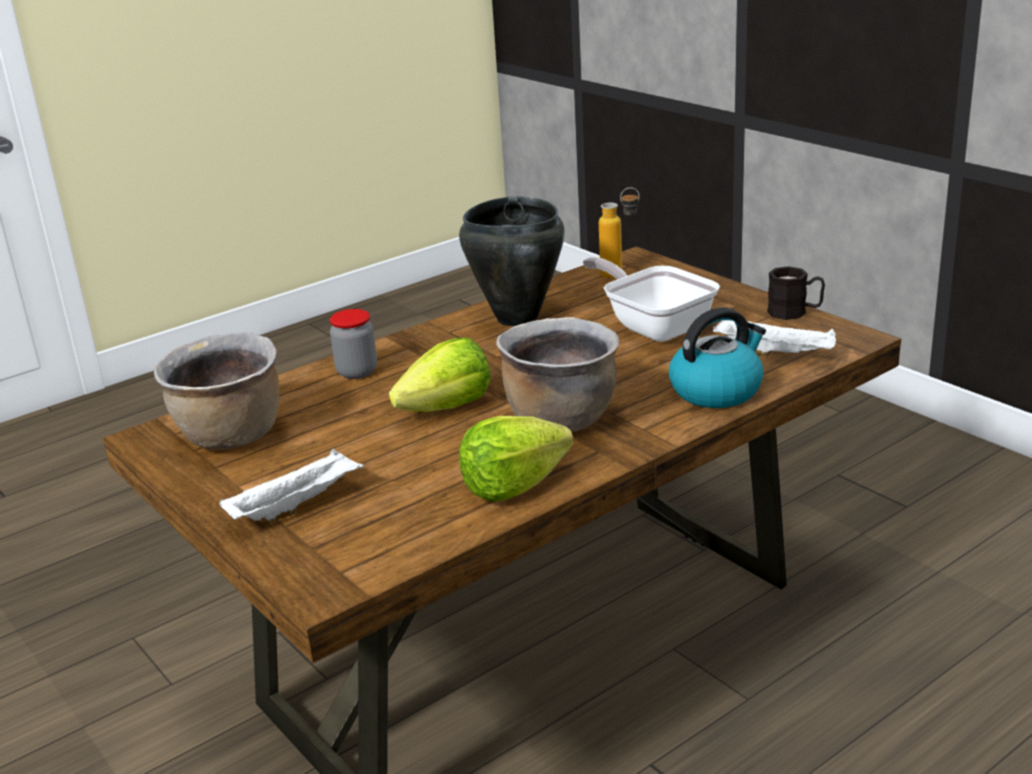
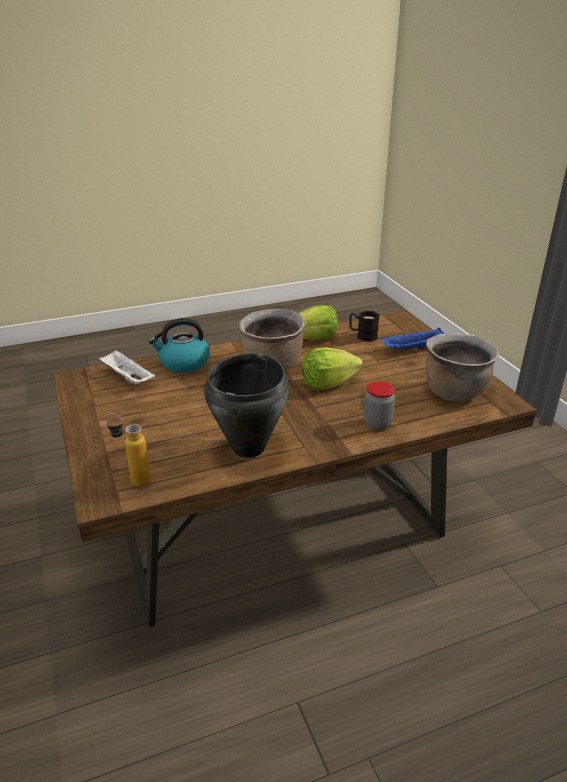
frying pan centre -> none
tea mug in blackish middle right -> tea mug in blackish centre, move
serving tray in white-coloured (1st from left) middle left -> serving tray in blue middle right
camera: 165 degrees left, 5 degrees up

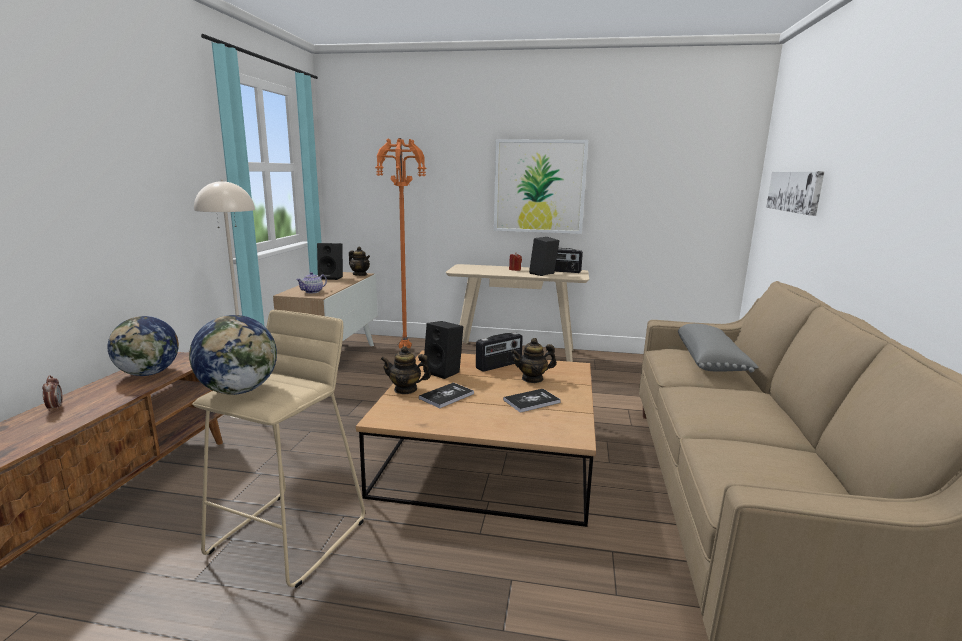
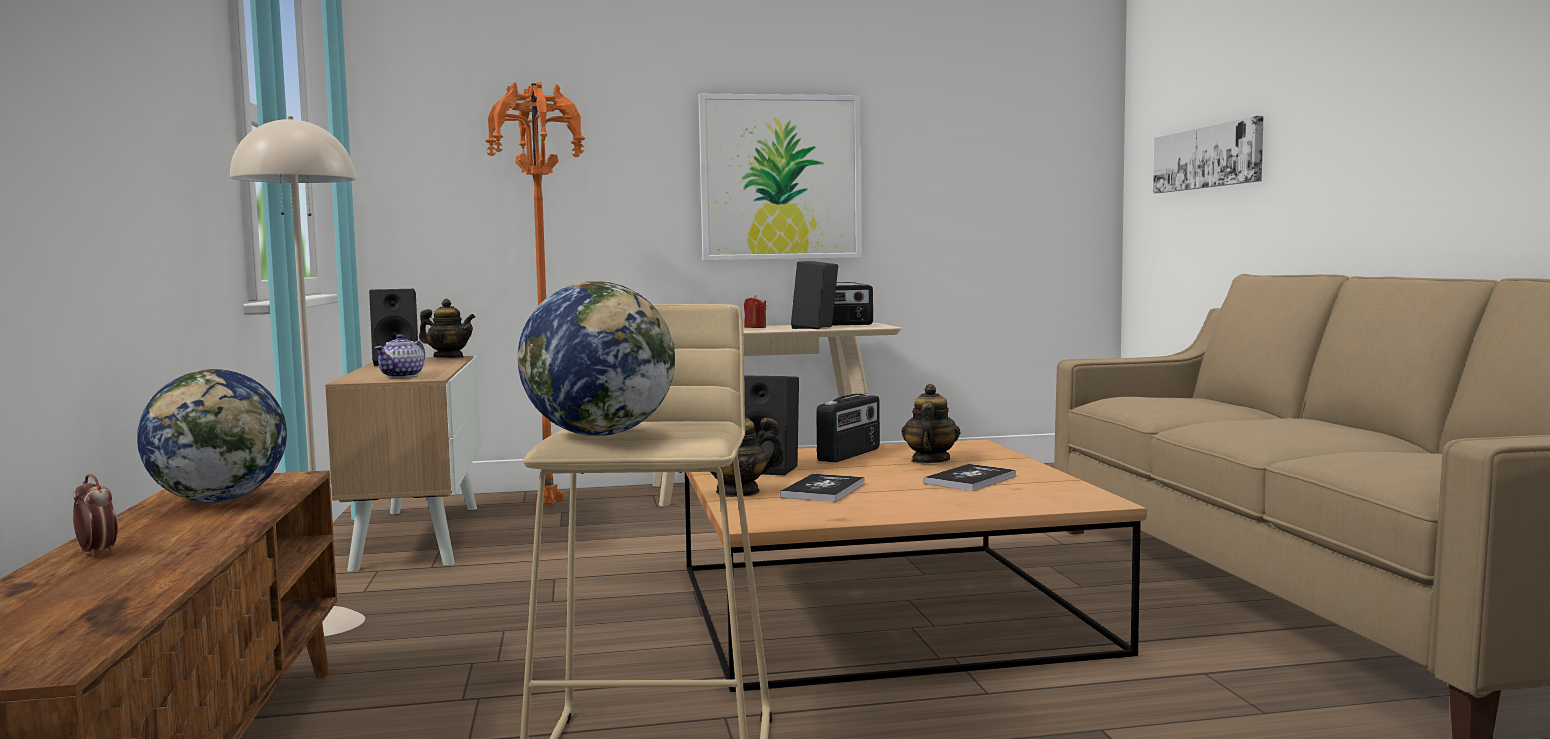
cushion in gray middle right -> none
tea pot (4th from left) centre, 135 degrees clockwise
camera: 20 degrees left, 10 degrees down

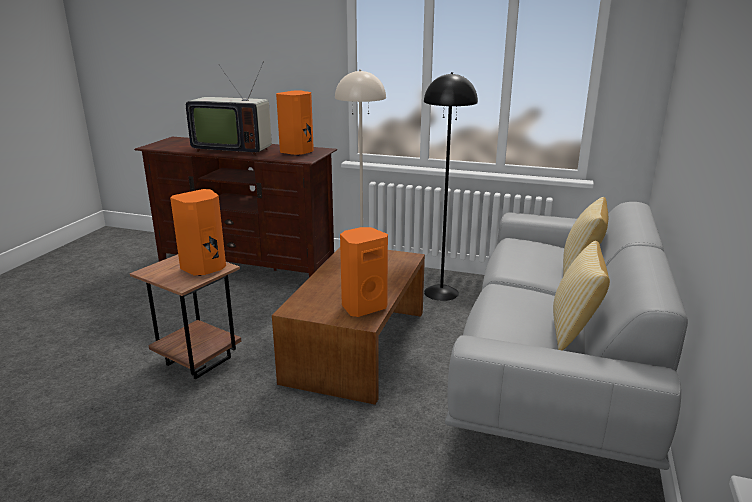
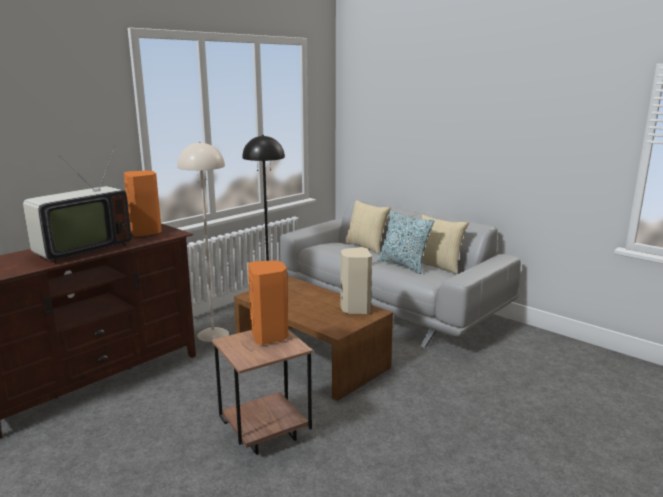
speaker in orangey (3rd from left) centre -> speaker in beige-coloured centre
none -> cushion (2nd from left) centre
camera: 65 degrees left, 5 degrees down

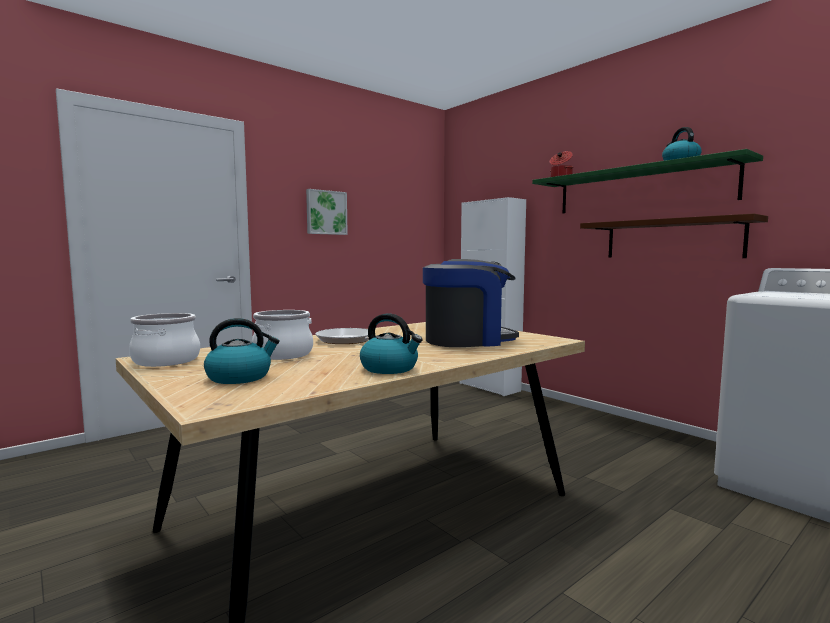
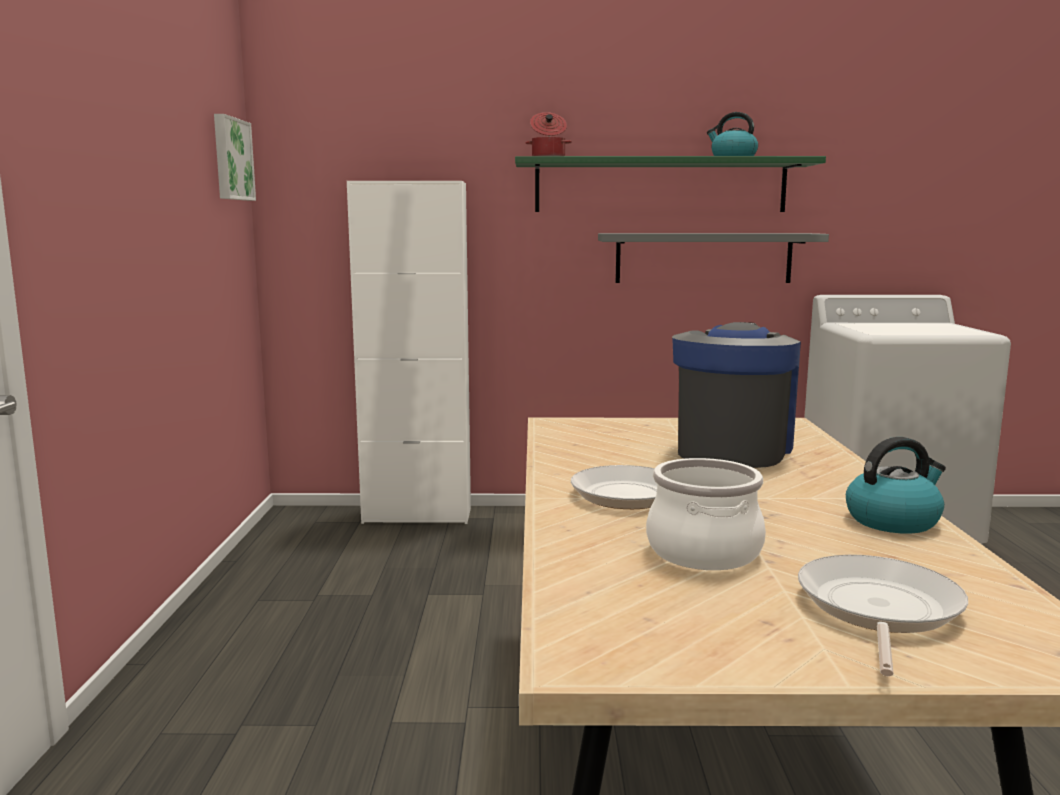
picture centre -> picture top left, move
shelf in brownish middle right -> shelf in gray top right
saucepot (1st from left) middle left -> none
water kettle (1st from left) middle left -> frying pan (2nd from left) bottom right
camera: 50 degrees left, 5 degrees up

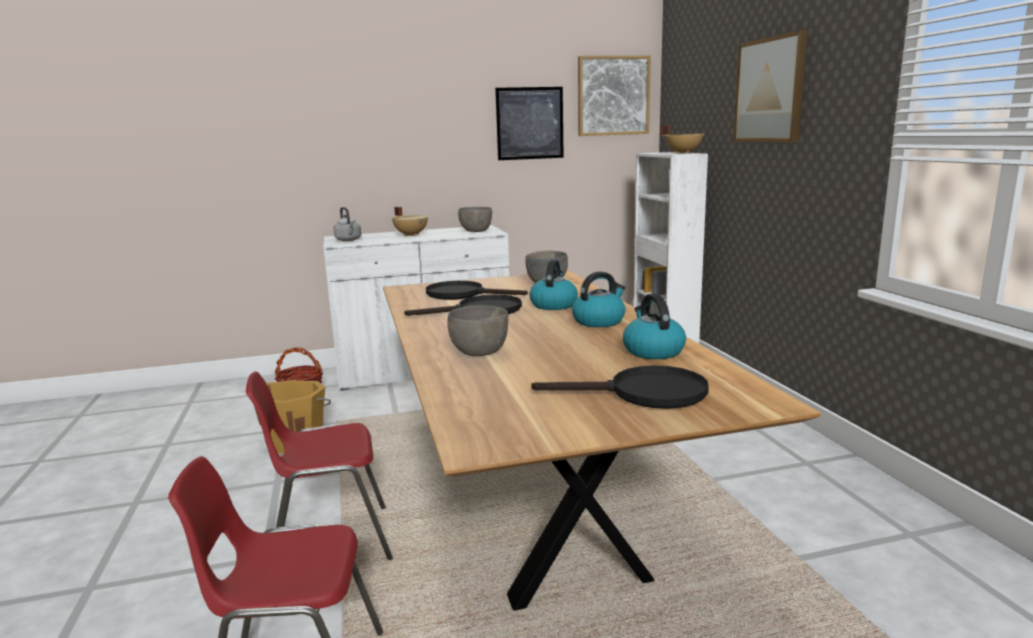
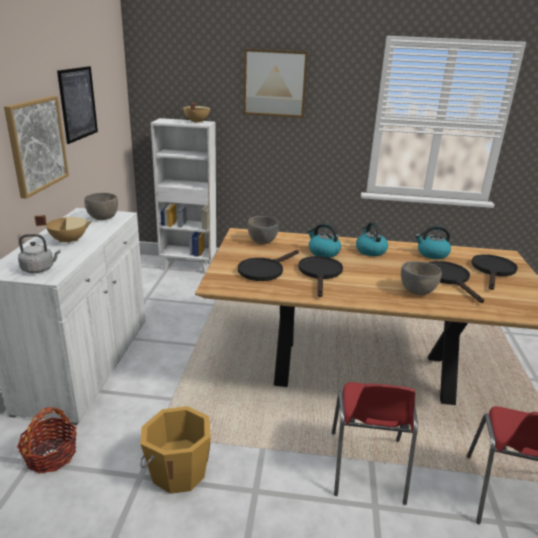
picture (2nd from left in the first image) top centre -> picture (1st from left) top left, move
none -> frying pan in blackish (3rd from left) middle right
camera: 70 degrees left, 10 degrees up

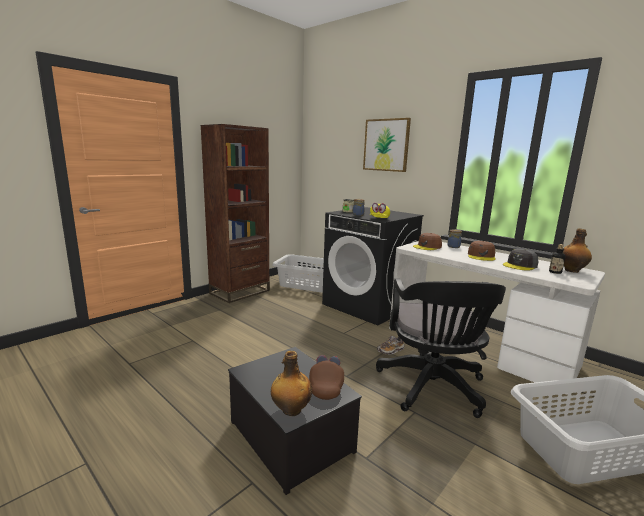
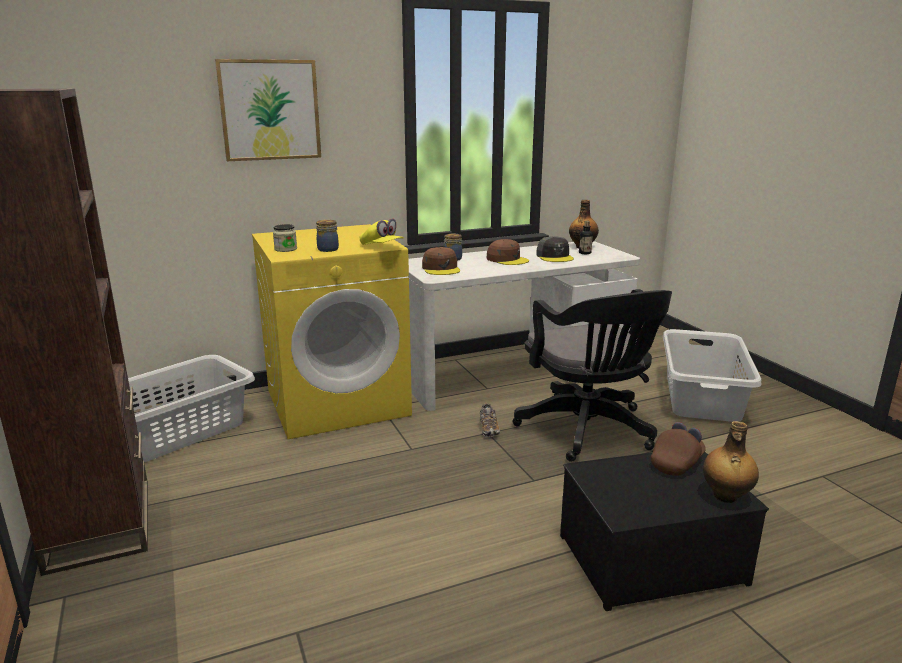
laundry machine in blackish centre -> laundry machine in yellow-coloured centre
computer chair in blackish bottom right -> computer chair in blackish centre, 45 degrees clockwise
baseball cap in brownish (1st from left in the first image) bottom centre -> baseball cap in brownish (3rd from left) bottom right, 105 degrees clockwise
camera: 65 degrees left, 5 degrees up

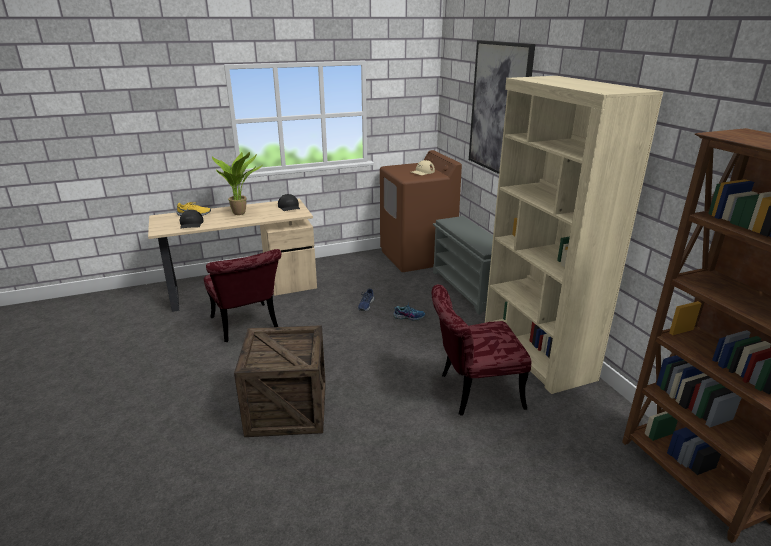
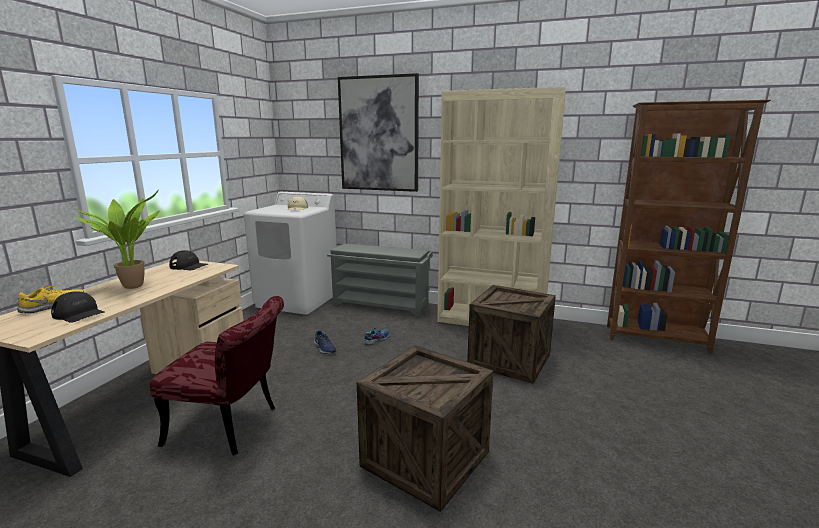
laundry machine in brownish centre -> laundry machine in white-coloured centre
chair in red (2nd from left) centre -> shipping crate (2nd from left) centre
camera: 50 degrees left, 10 degrees down

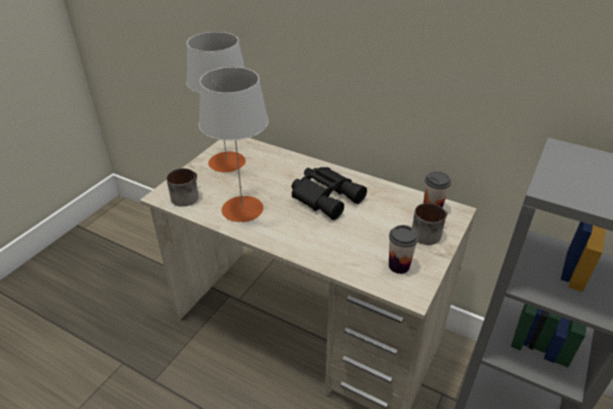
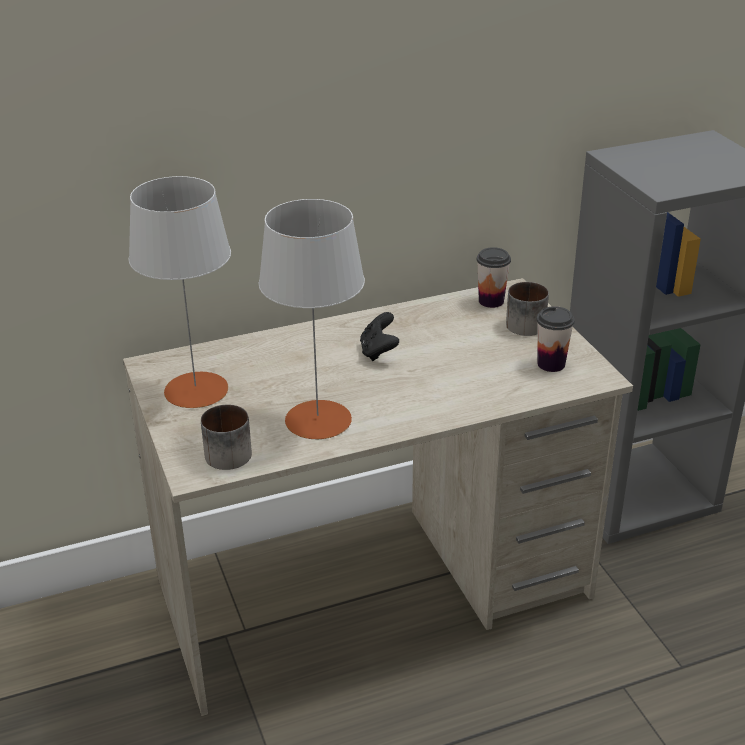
binoculars in blackish centre -> game controller in blackish centre
camera: 50 degrees left, 5 degrees down

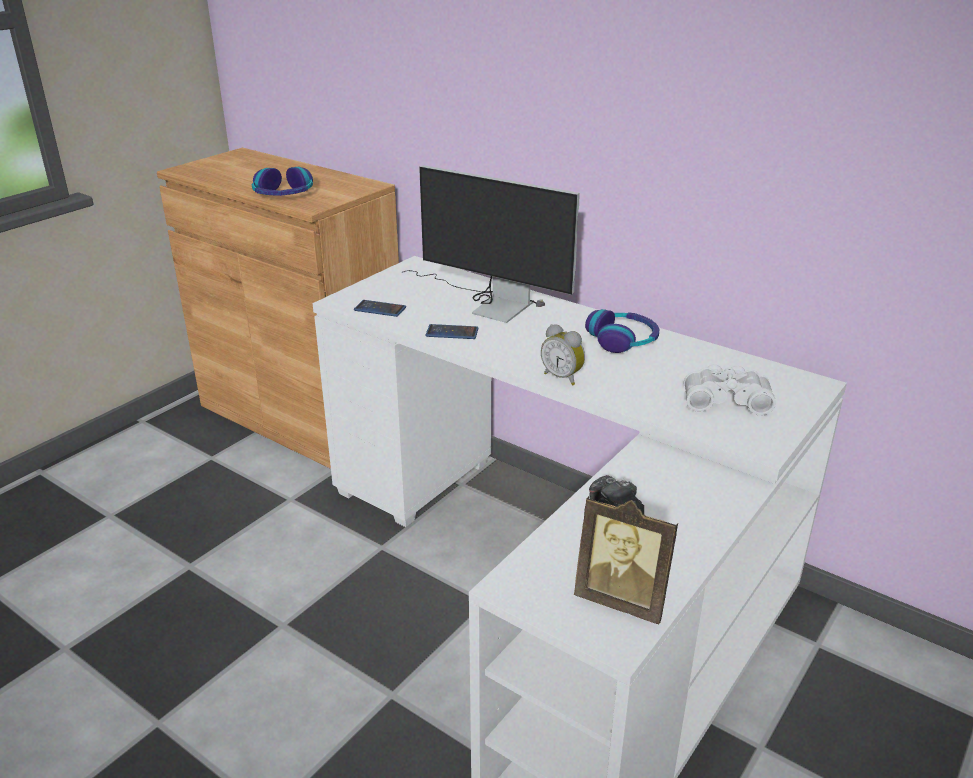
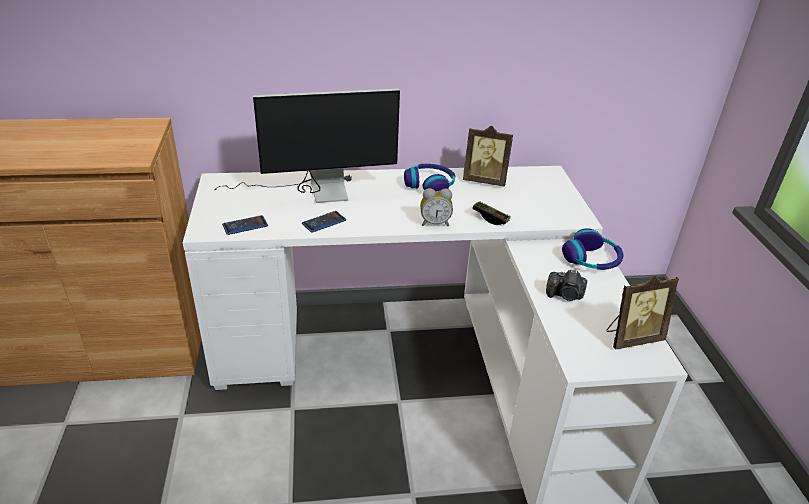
headphones (1st from left in the first image) top left -> headphones (2nd from left) middle right, move
binoculars in white-coloured middle right -> none
none -> picture frame (1st from left) top centre
none -> game controller centre
camera: 45 degrees left, 5 degrees up

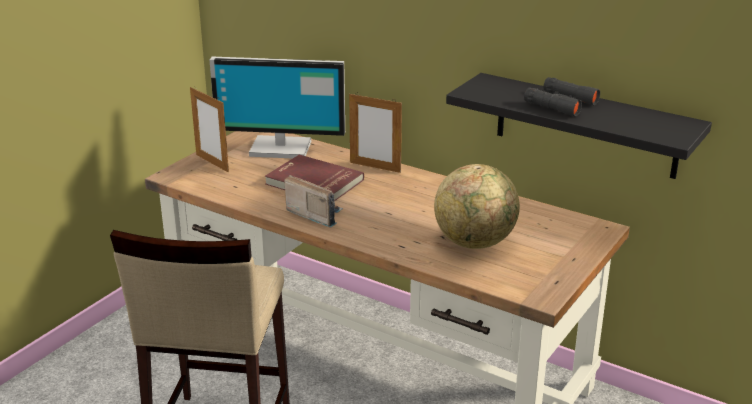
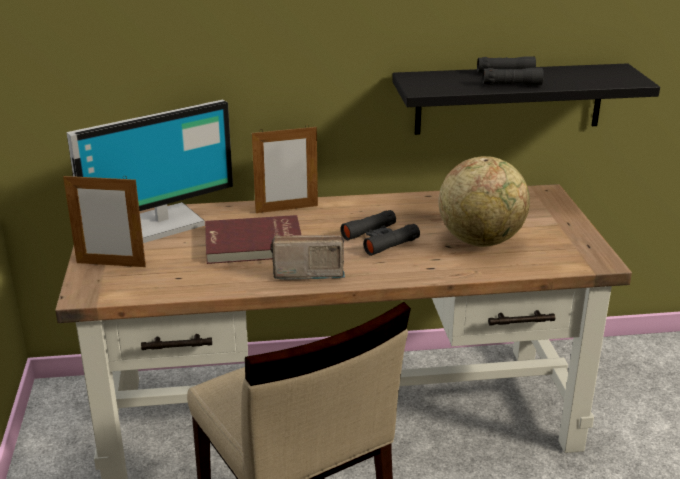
none -> binoculars in blackish (1st from left) centre
camera: 40 degrees left, 0 degrees up

